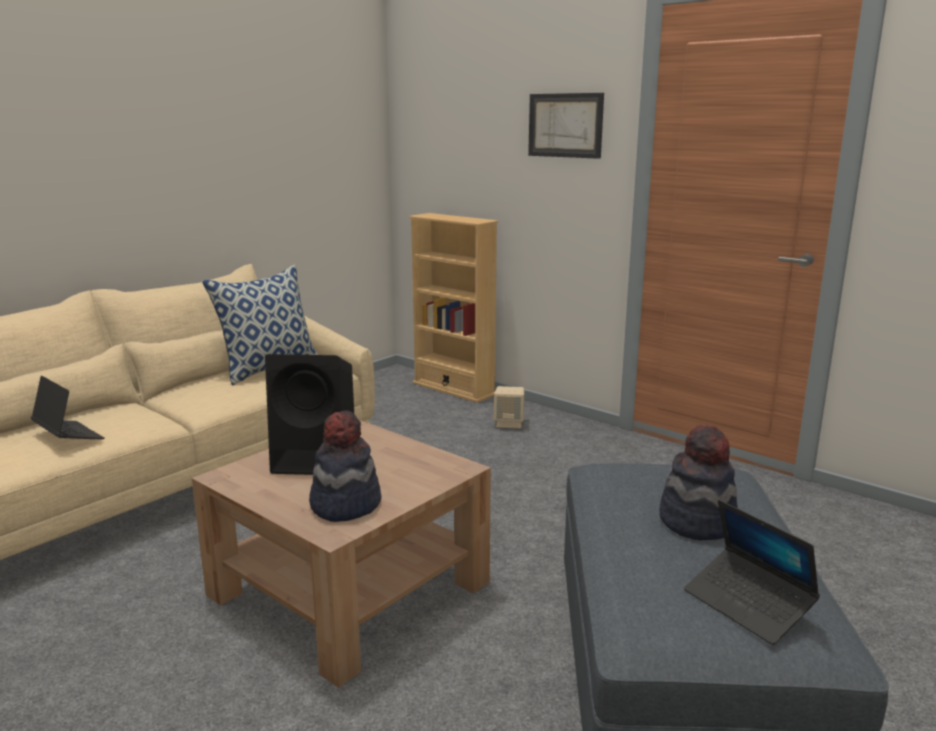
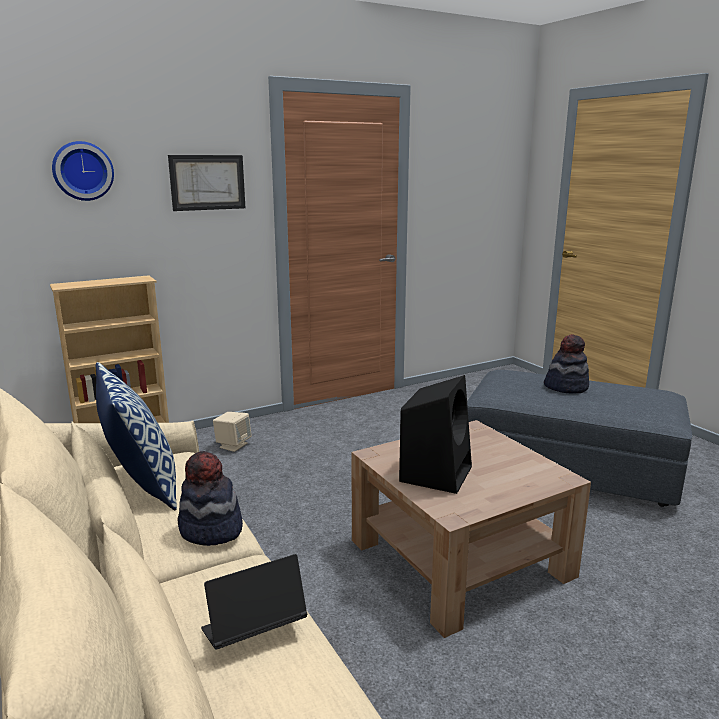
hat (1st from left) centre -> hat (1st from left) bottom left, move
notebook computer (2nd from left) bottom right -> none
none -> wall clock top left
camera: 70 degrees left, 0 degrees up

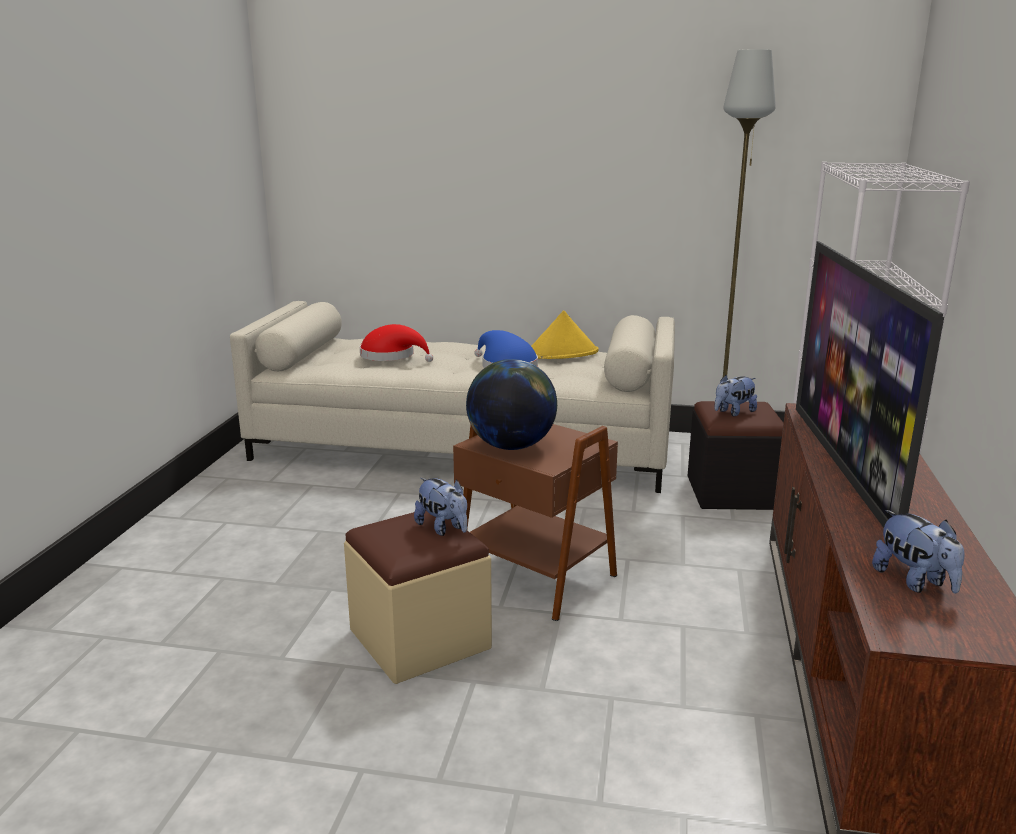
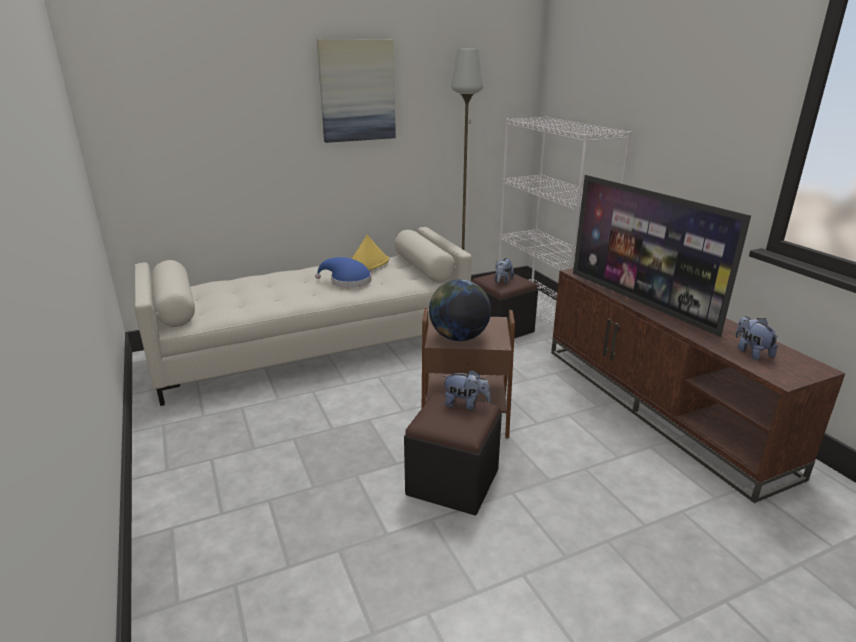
hat in red centre -> none
plush toy (3rd from left) middle right, 135 degrees counterclockwise
footrest in beige-coloured bottom centre -> footrest in blackish (1st from left) bottom centre
none -> picture top centre
camera: 35 degrees left, 5 degrees up

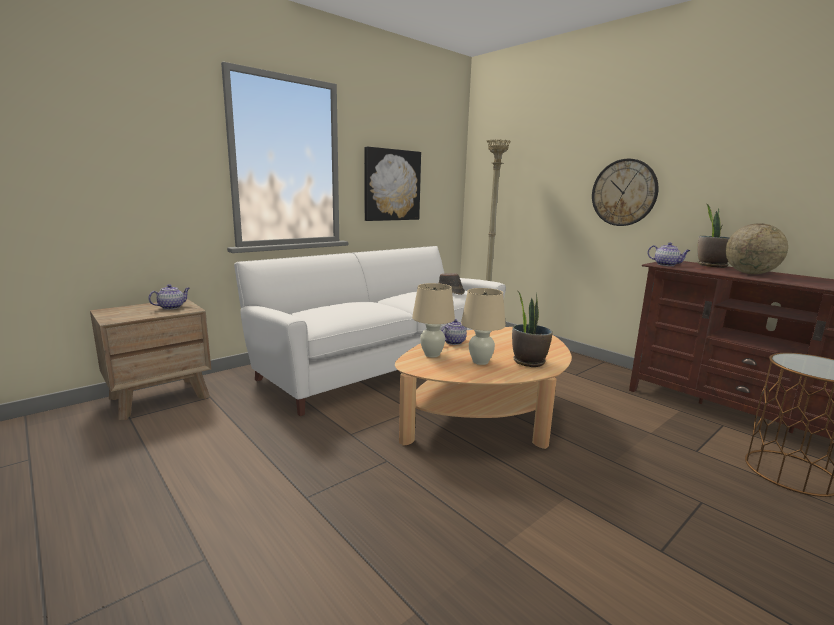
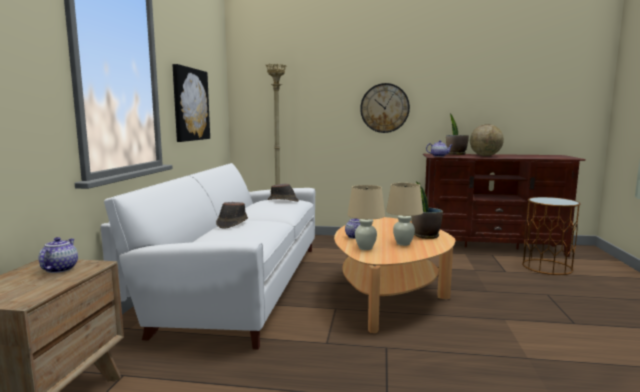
none -> hat in brownish (1st from left) centre
camera: 40 degrees left, 5 degrees down

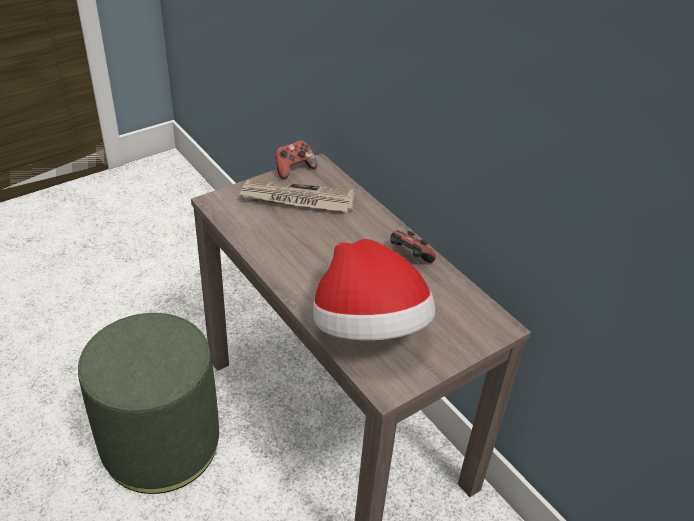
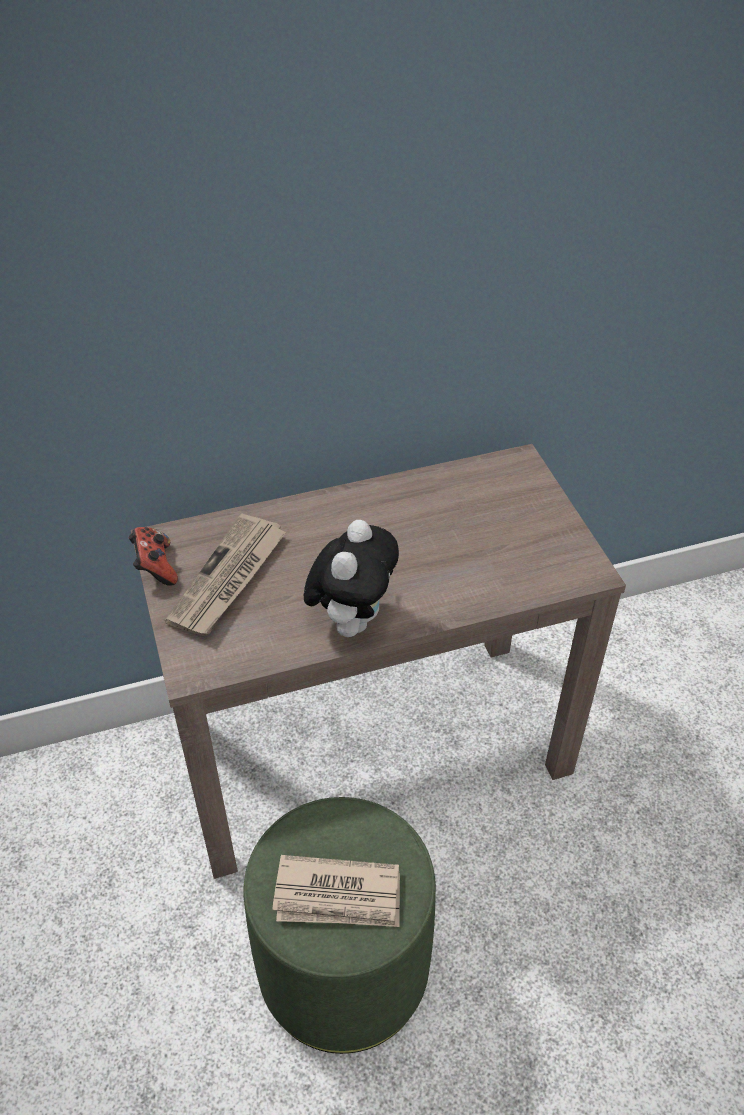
game controller (2nd from left) centre -> none
hat centre -> none
none -> plush toy centre
none -> printed paper (2nd from left) bottom centre
camera: 70 degrees left, 5 degrees up

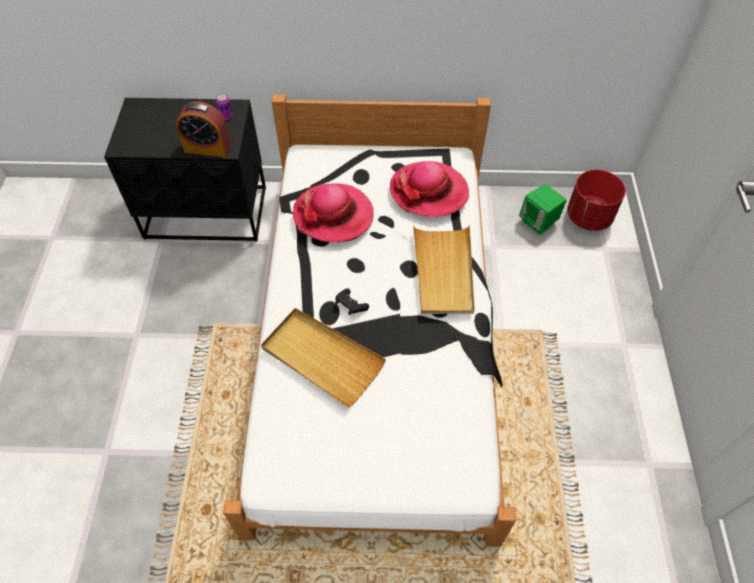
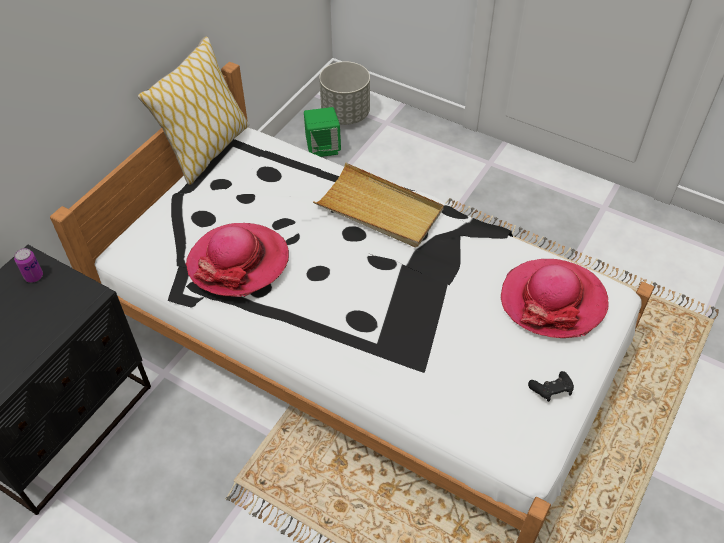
alarm clock top left -> none
hat (2nd from left) top centre -> hat (2nd from left) middle right, move
flower pot in red middle right -> flower pot in gray top centre
game controller in blackish centre -> game controller in blackish bottom right, move
serving tray in beige-coloured (1st from left) centre -> none
none -> cushion top left
camera: 60 degrees left, 5 degrees down

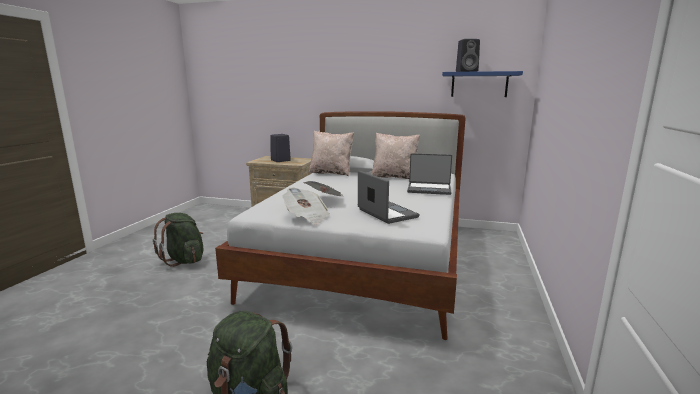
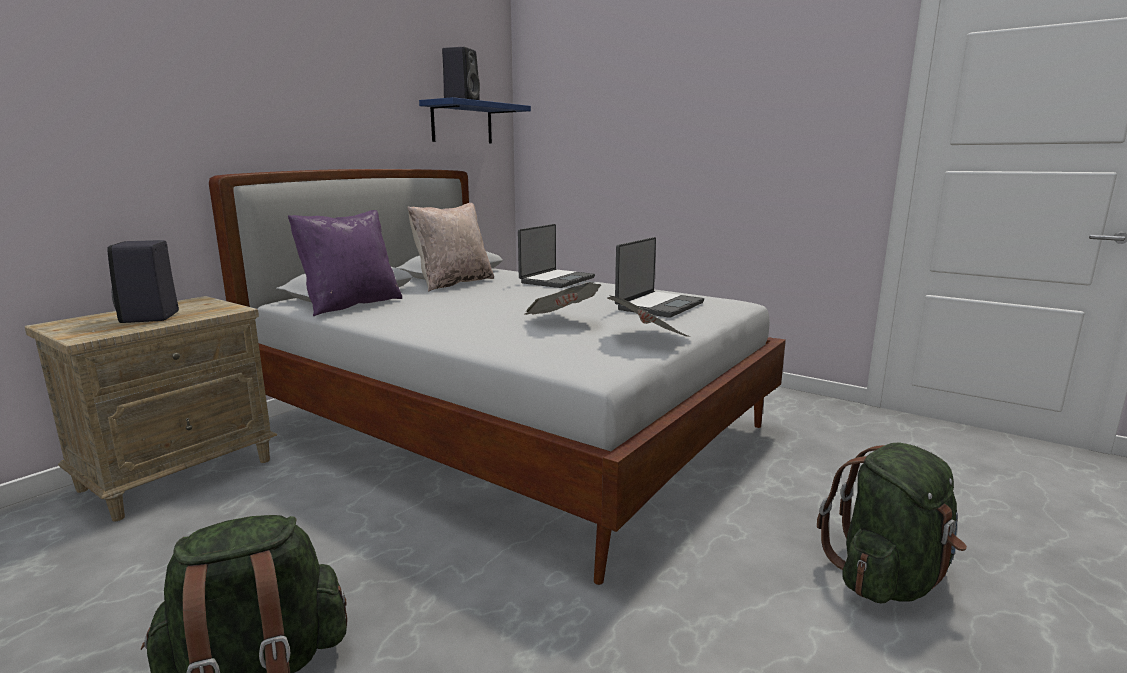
cushion in beige-coloured (1st from left) centre -> cushion in purple-coloured middle left
notebook computer (1st from left in the first image) centre -> notebook computer (2nd from left) centre, 135 degrees clockwise
camera: 70 degrees left, 0 degrees up

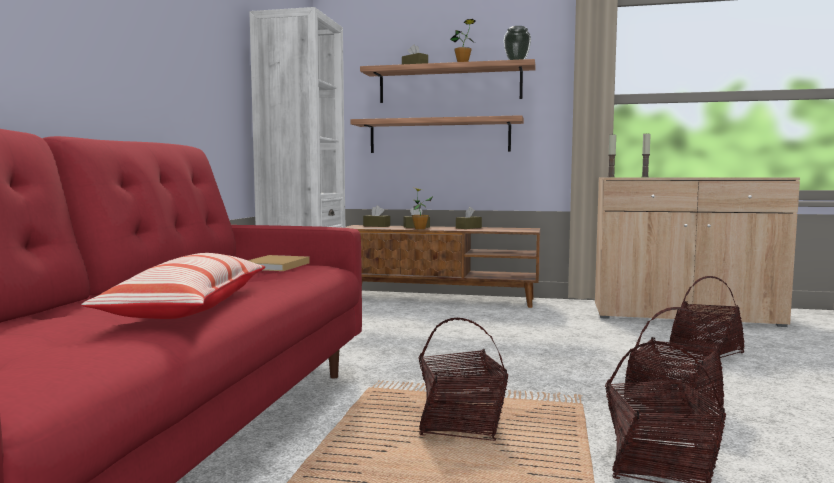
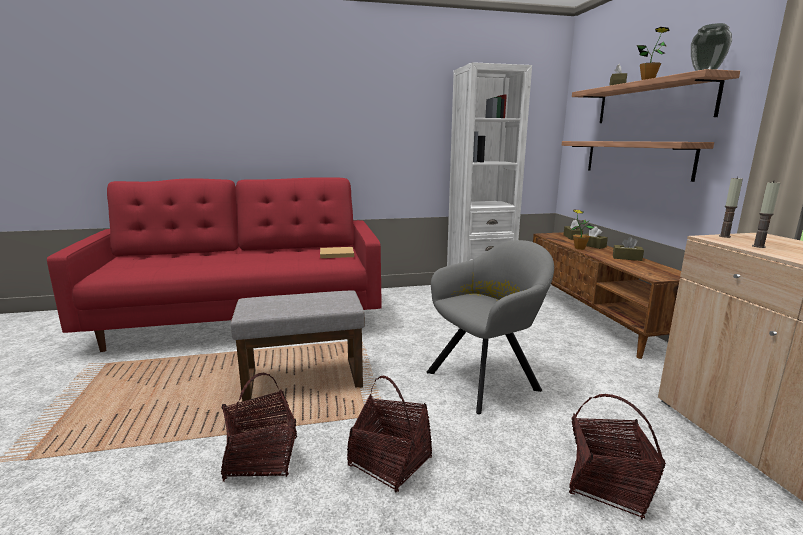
cushion middle left -> none
storage basket (1st from left) bottom centre -> footrest in gray centre
none -> lounge chair in gray centre
camera: 65 degrees right, 10 degrees up

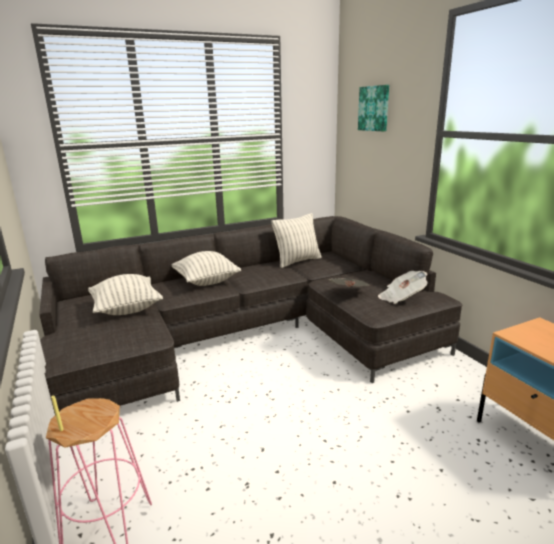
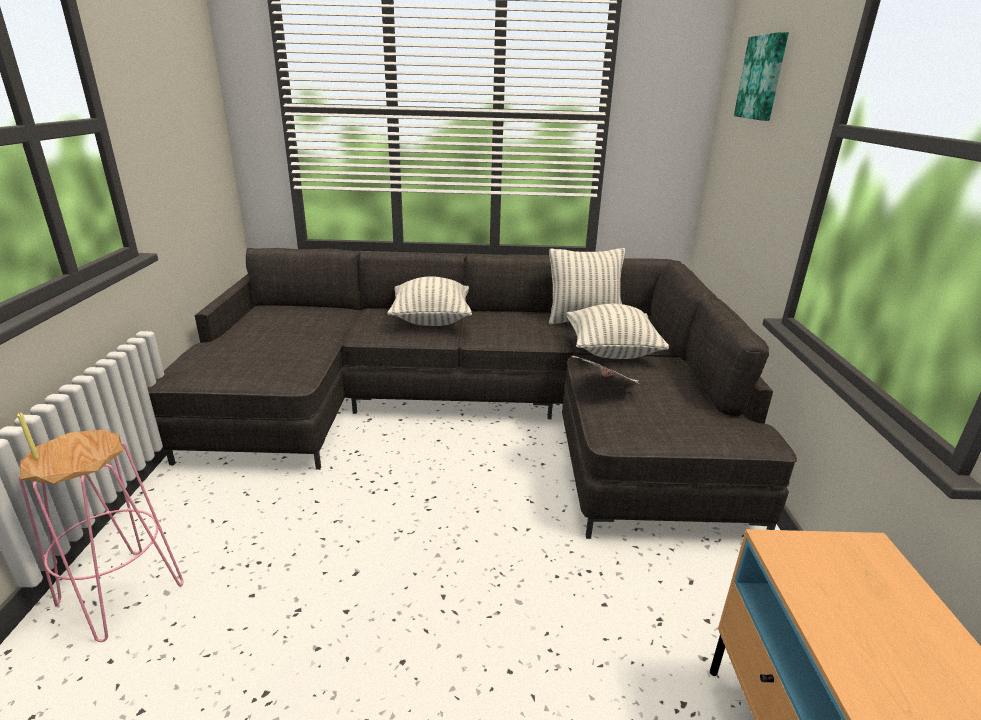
printed paper (2nd from left) middle right -> none
cushion (1st from left in the first image) middle left -> cushion (3rd from left) centre, move
camera: 25 degrees right, 5 degrees up

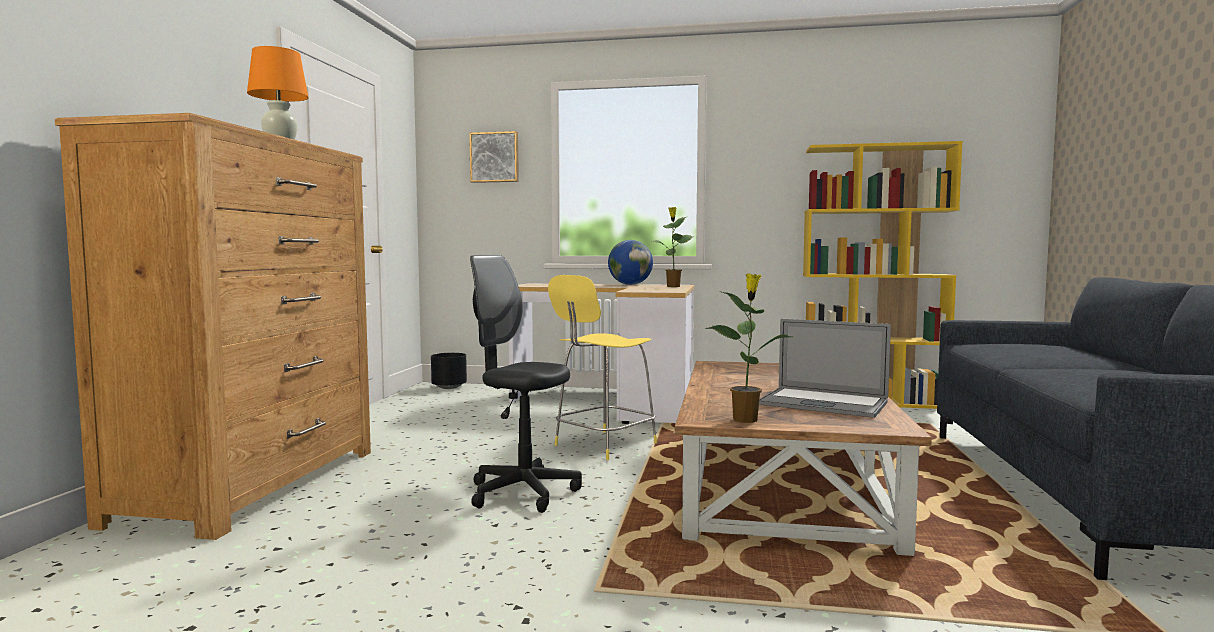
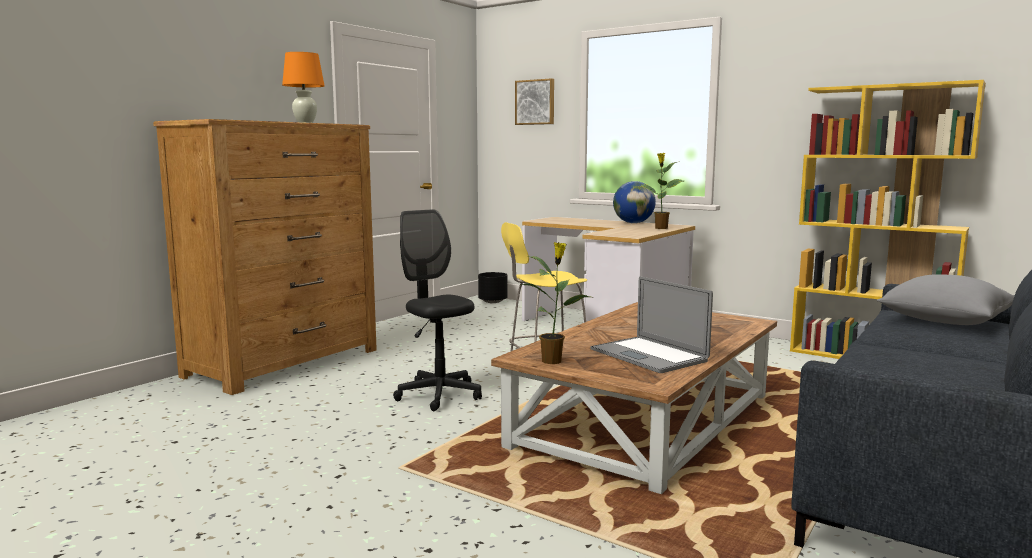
none -> cushion in gray middle right
camera: 25 degrees right, 5 degrees up

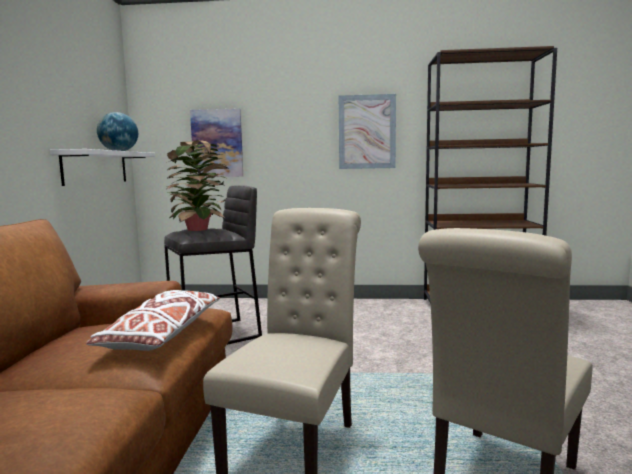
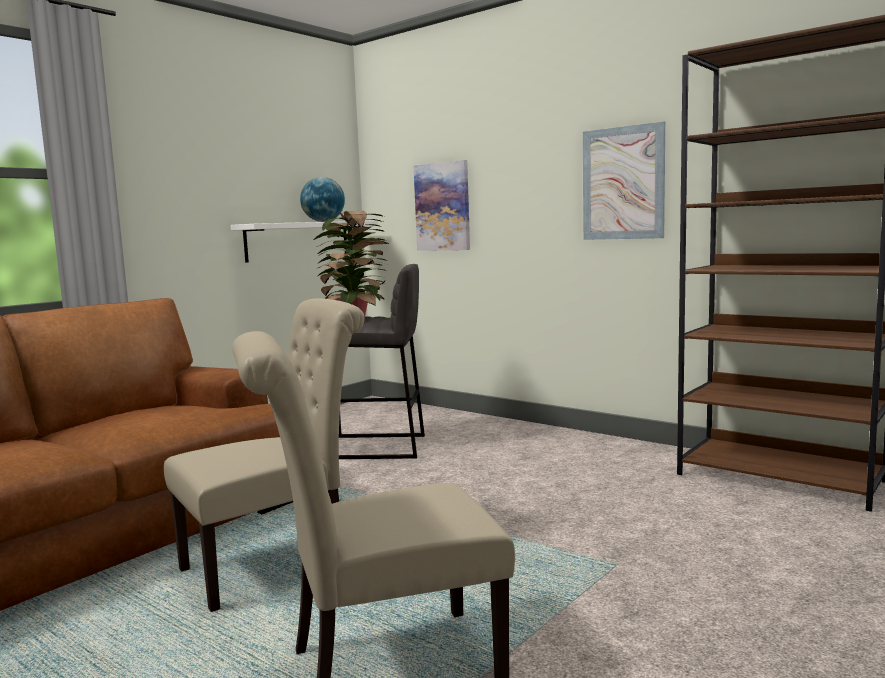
cushion in white-coloured bottom left -> none
camera: 35 degrees right, 0 degrees up

